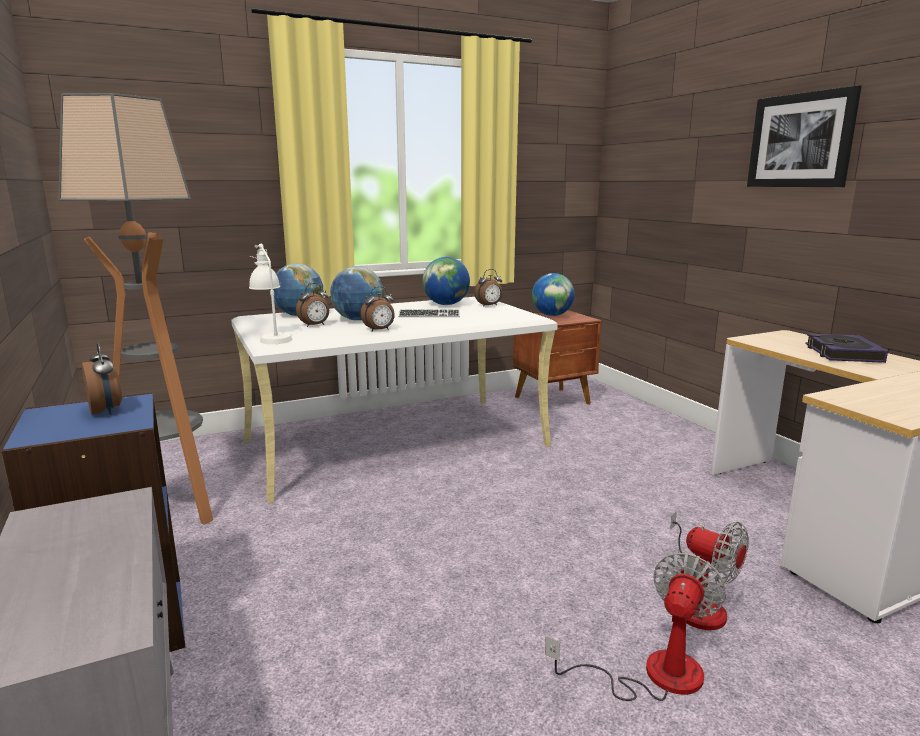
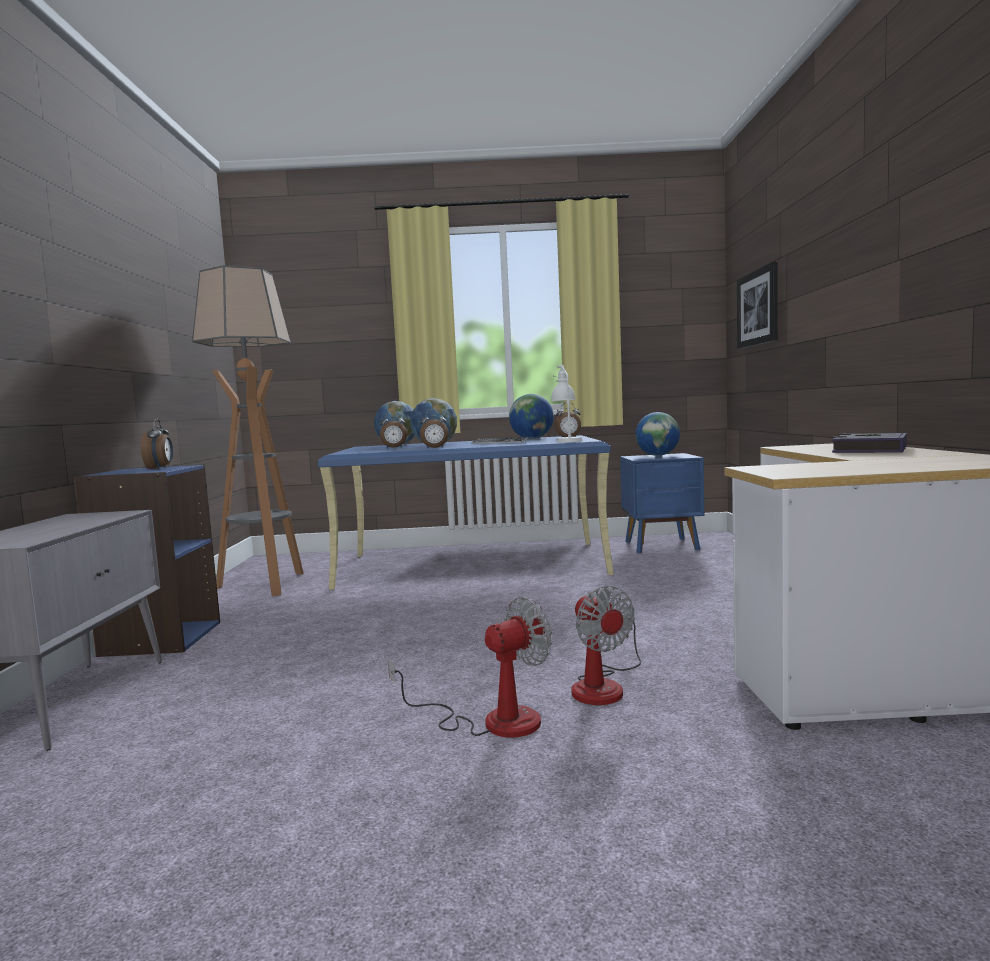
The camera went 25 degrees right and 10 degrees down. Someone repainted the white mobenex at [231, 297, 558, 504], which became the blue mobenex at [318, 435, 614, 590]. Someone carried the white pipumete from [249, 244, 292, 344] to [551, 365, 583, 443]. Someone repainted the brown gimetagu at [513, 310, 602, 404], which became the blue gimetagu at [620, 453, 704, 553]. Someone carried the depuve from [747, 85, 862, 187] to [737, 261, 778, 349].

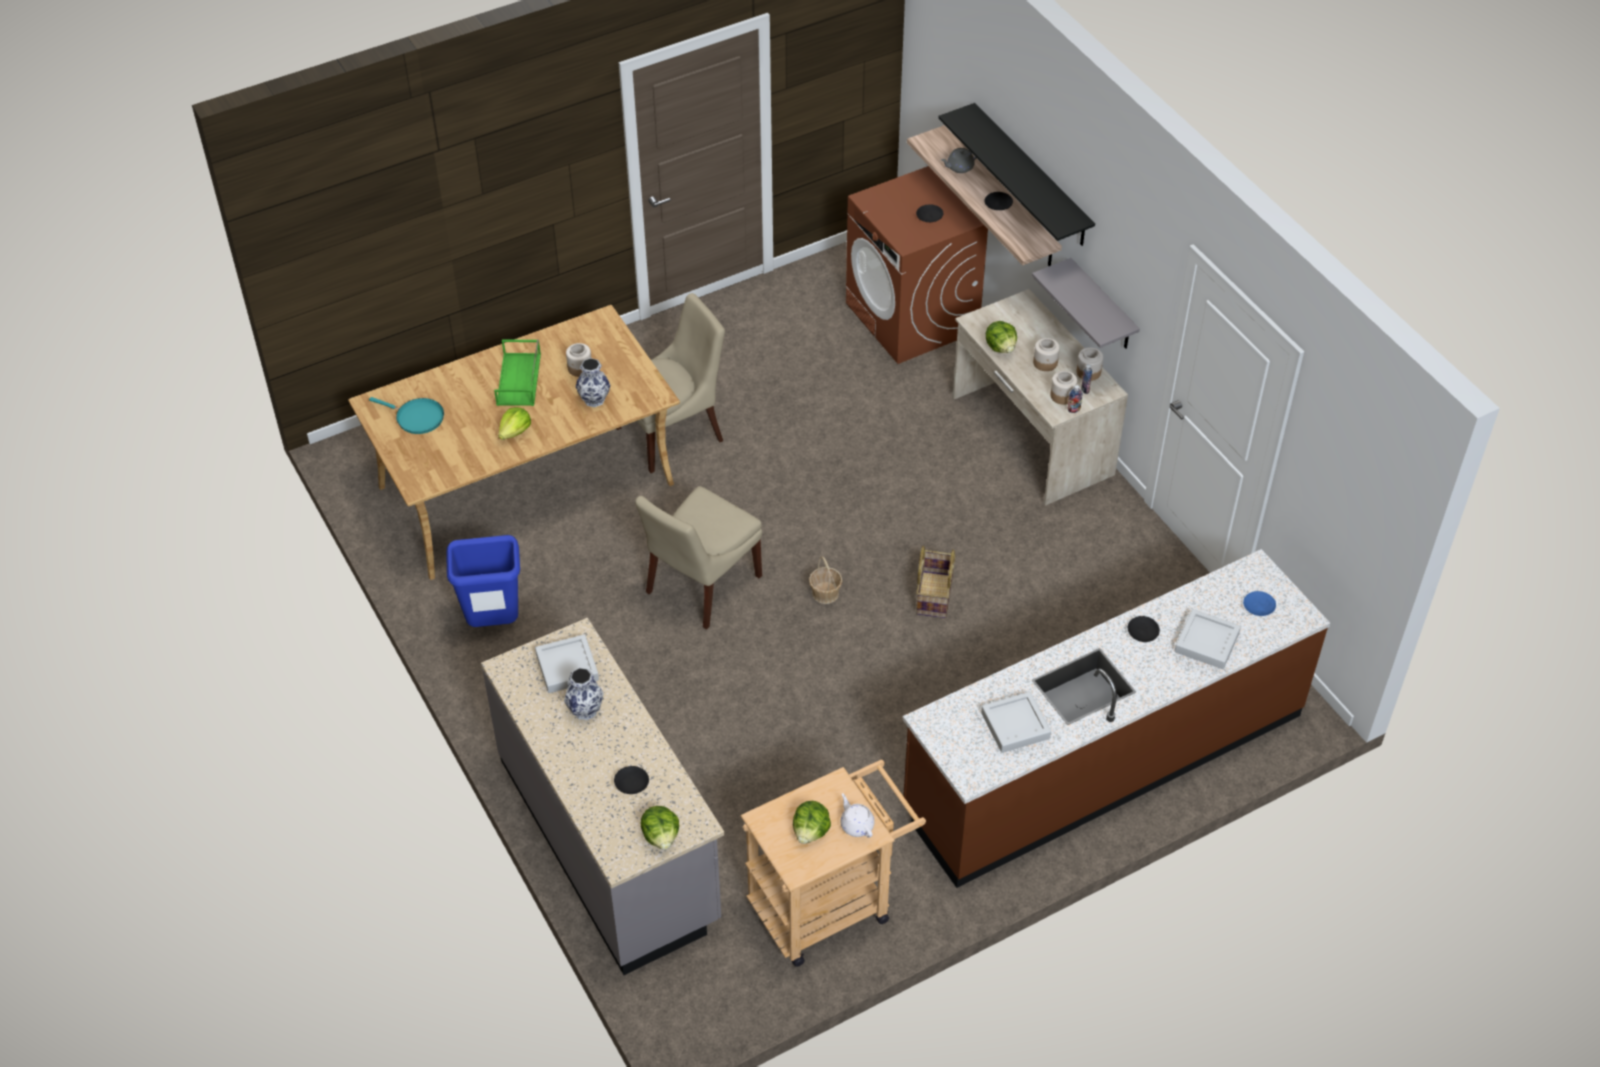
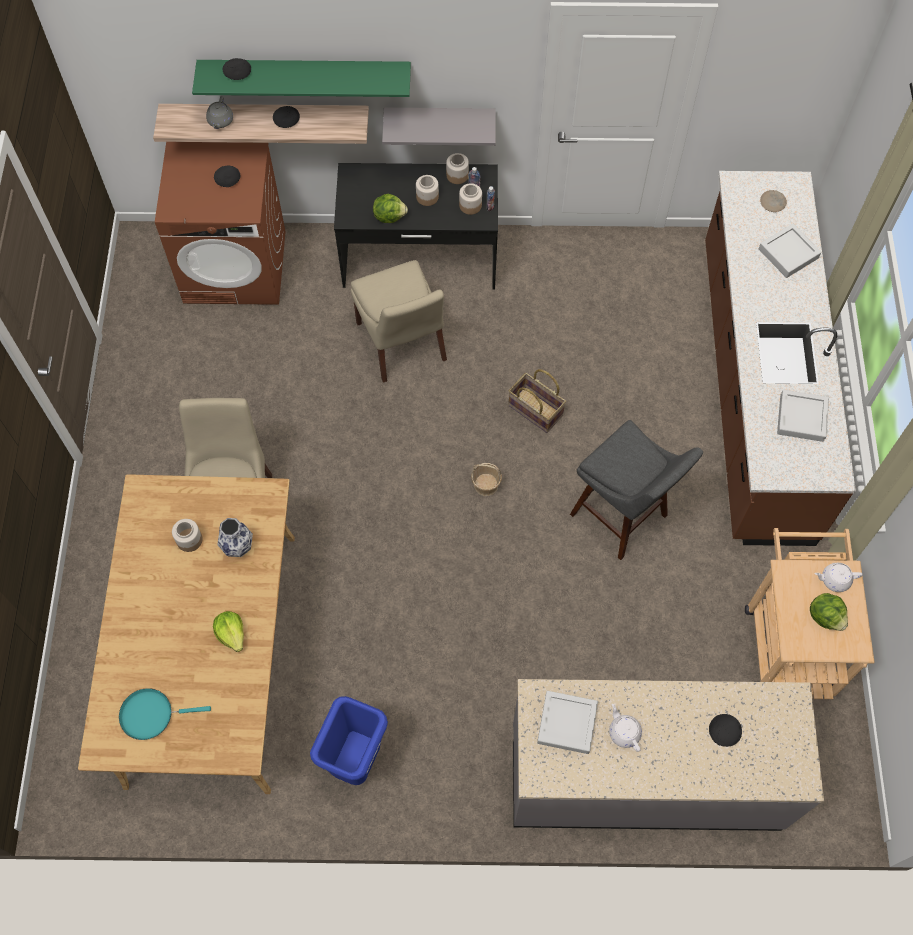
The camera went 60 degrees left and 15 degrees up. Someone rotated the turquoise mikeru at [369, 397, 444, 434] by 150 degrees counterclockwise. Someone repainted the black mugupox at [938, 103, 1095, 246], which became the green mugupox at [192, 60, 411, 97]. Someone carried the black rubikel from [1128, 616, 1160, 642] to [223, 58, 251, 80]. Someone repainted the beige mobenex at [953, 289, 1128, 506], which became the black mobenex at [334, 163, 498, 289]. Someone carried the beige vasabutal from [635, 486, 762, 630] to [351, 260, 447, 383]. Someone put down the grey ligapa at [570, 420, 703, 560]. Someone swapped the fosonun at [564, 668, 604, 720] for the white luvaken at [609, 704, 642, 752]. Someone repainted the blue rubikel at [1243, 591, 1276, 616], which became the beige rubikel at [760, 190, 787, 212]. Someone took away the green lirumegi at [494, 340, 541, 406]. Someone took away the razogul at [640, 806, 679, 850].

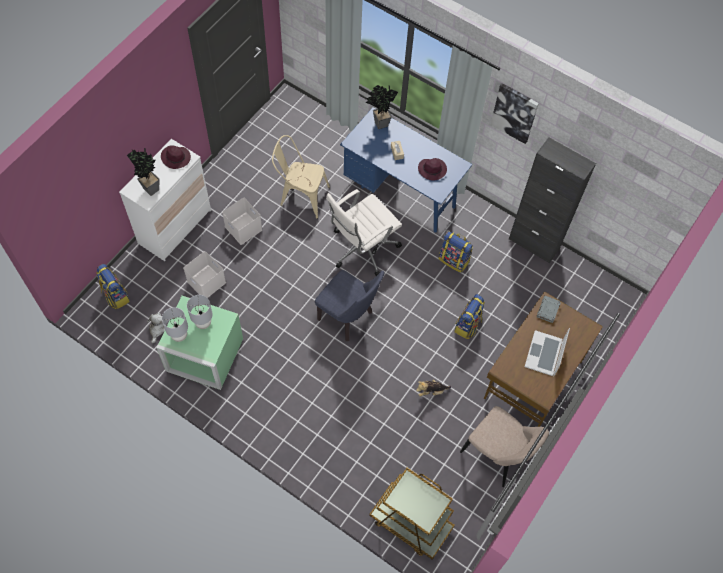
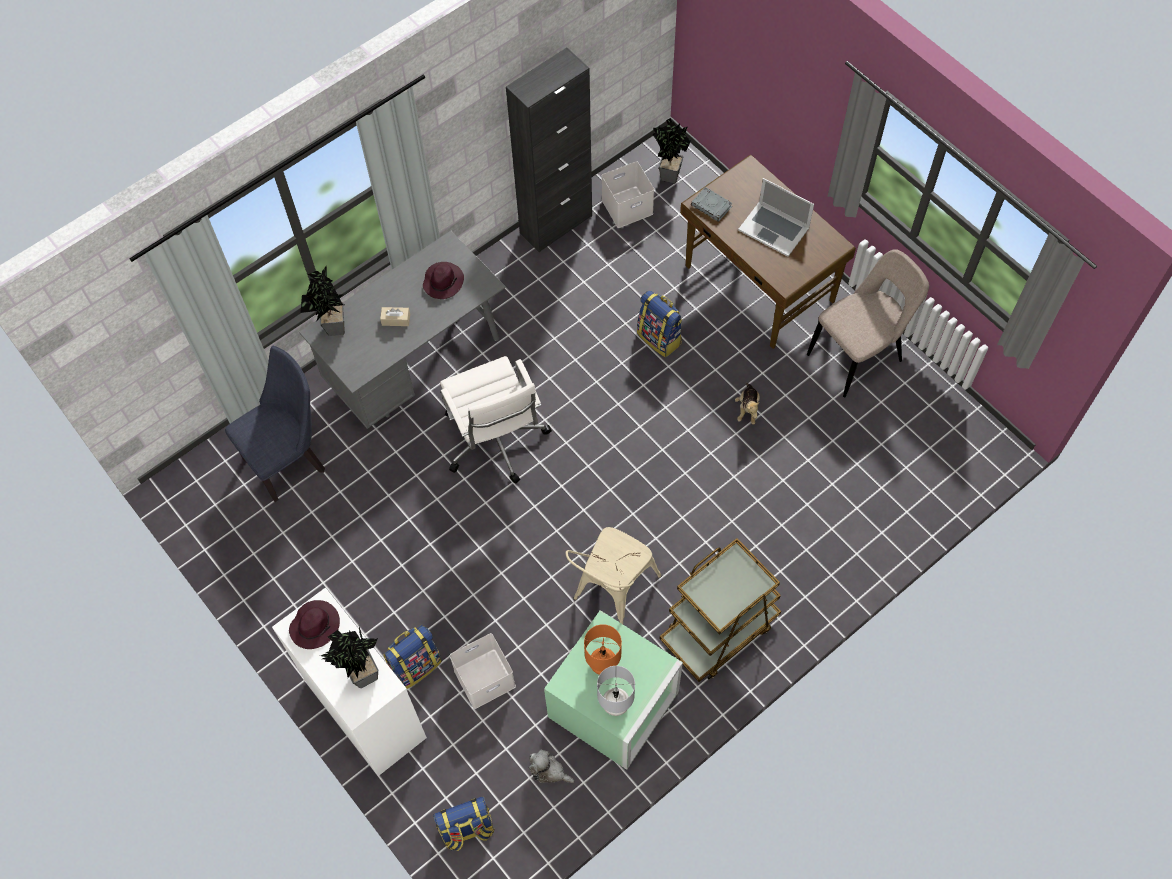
The camera went 70 degrees left and 0 degrees up. Someone carried the blue vasabutal from [315, 270, 384, 341] to [225, 346, 325, 502]. Someone repainted the blue mobenex at [340, 107, 472, 233], which became the grey mobenex at [299, 231, 506, 429]. Someone carried the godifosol from [439, 231, 473, 273] to [384, 625, 442, 689]. Someone carried the beige vasabutal from [272, 135, 330, 219] to [566, 527, 661, 624]. Someone repainted the grey pipumete at [187, 295, 212, 329], which became the orange pipumete at [584, 624, 622, 675]. Someone carried the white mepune from [222, 198, 262, 245] to [602, 161, 654, 228]. Someone put down the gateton at [653, 118, 691, 184]. Someone carried the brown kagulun from [369, 468, 455, 560] to [659, 538, 781, 682]. Someone took away the depuve at [491, 83, 539, 144].

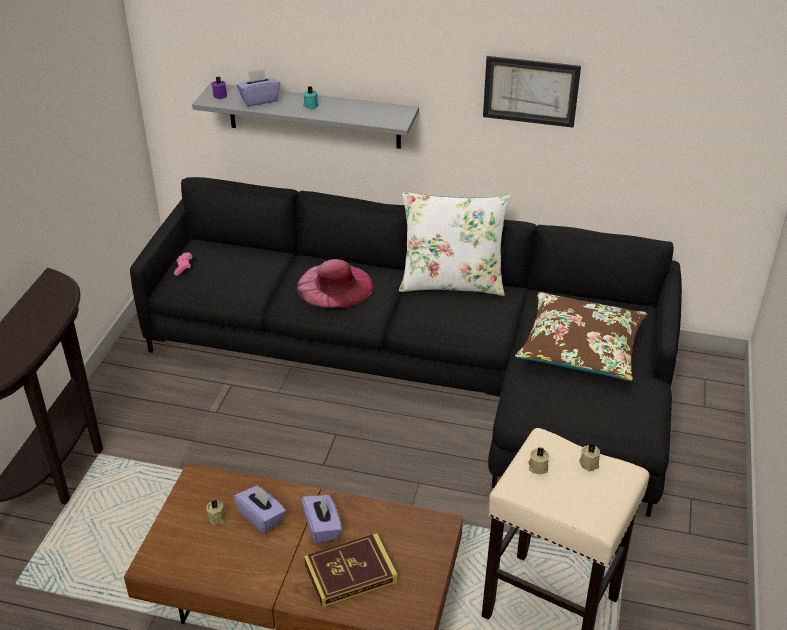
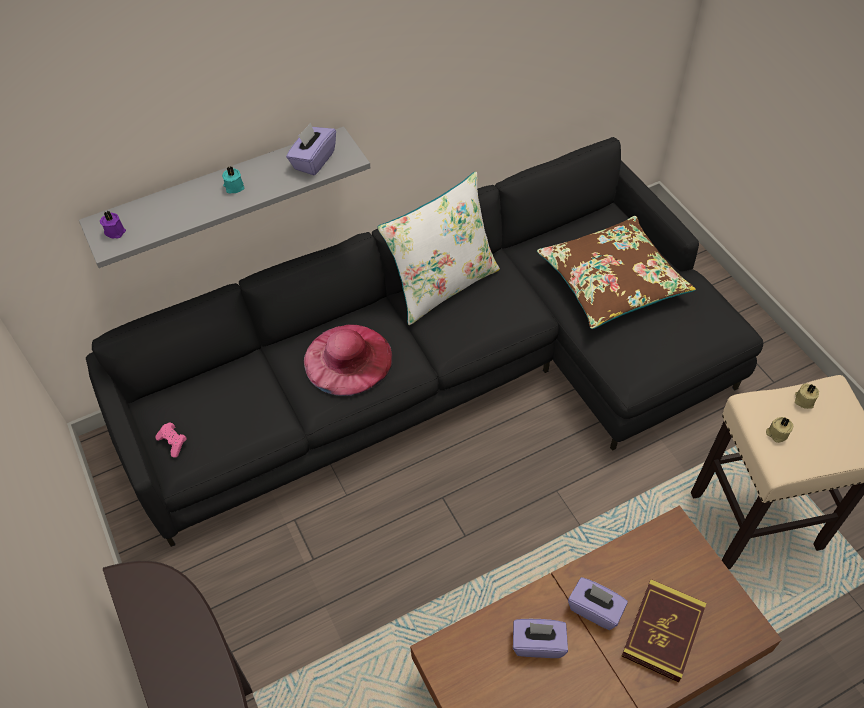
The camera went 40 degrees left and 15 degrees up. Someone carried the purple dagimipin from [237, 69, 280, 106] to [286, 122, 336, 175]. Someone took away the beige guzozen at [206, 500, 225, 525]. Someone took away the depuve at [483, 56, 581, 128].

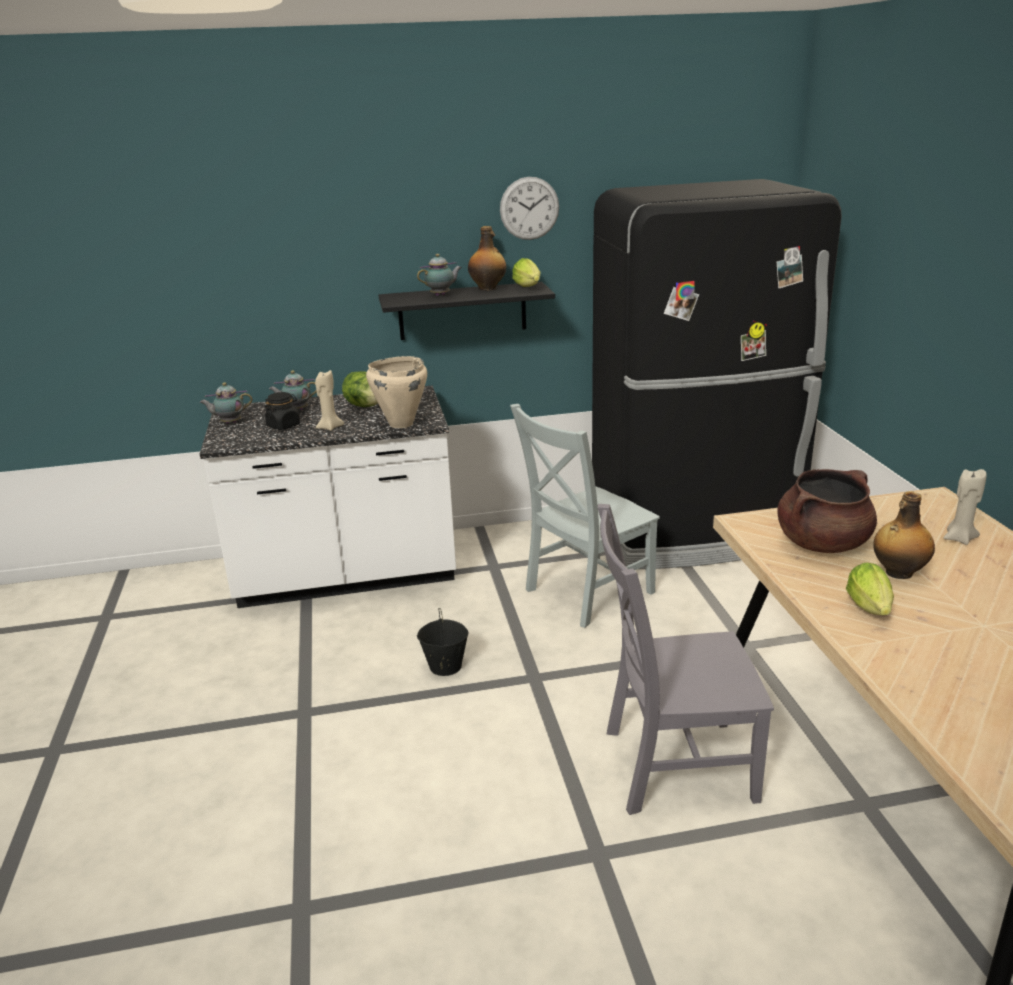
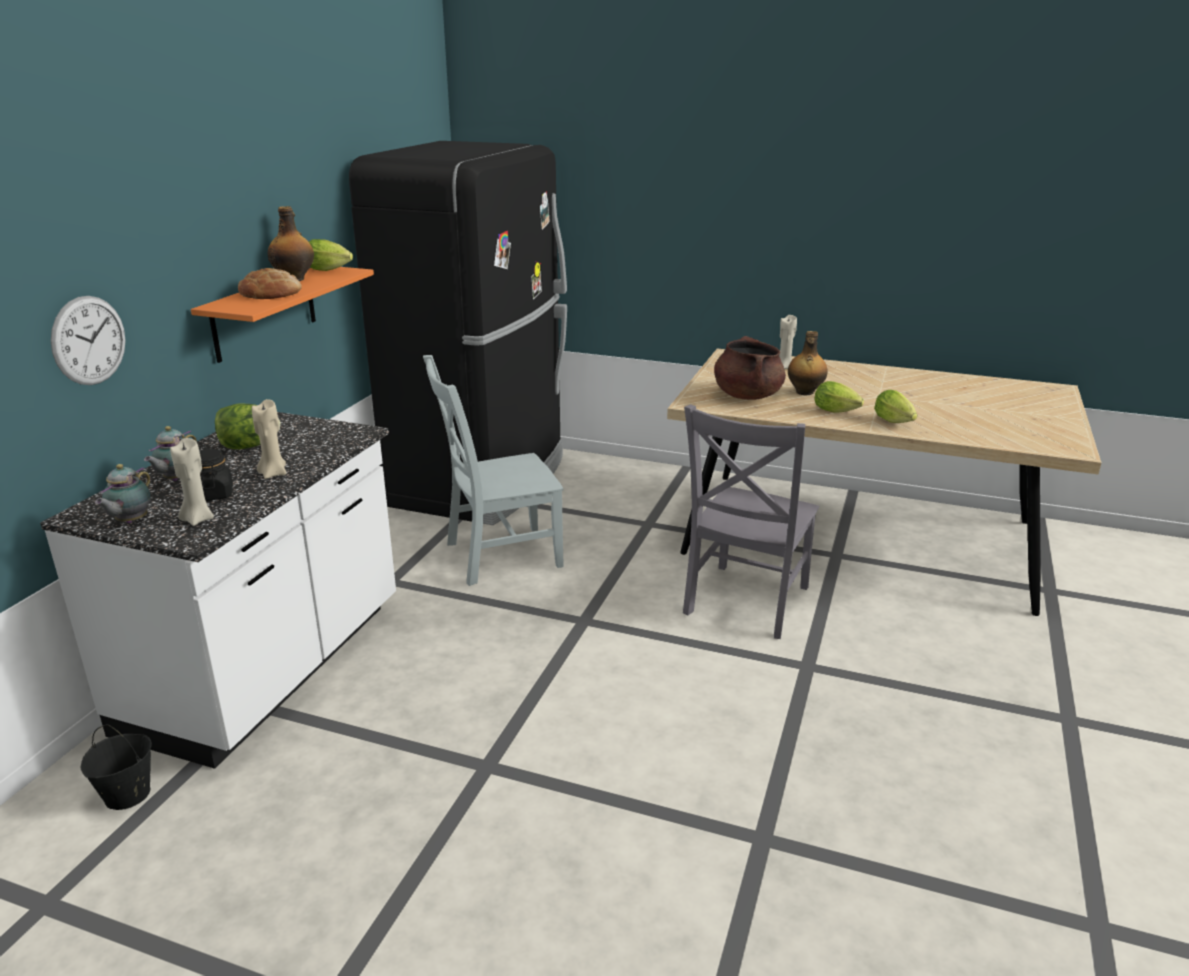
The camera went 60 degrees left and 0 degrees up. Someone carried the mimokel from [500, 177, 559, 240] to [51, 296, 126, 385]. Someone carried the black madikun from [417, 608, 469, 676] to [81, 724, 152, 810]. Someone put down the beige guzozen at [170, 438, 214, 526]. Someone repainted the black mugupox at [379, 282, 555, 340], which became the orange mugupox at [191, 267, 374, 363]. Someone swapped the luvaken at [417, 254, 462, 296] for the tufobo at [238, 268, 302, 299]. Someone rotated the grey vasabutal at [510, 404, 660, 628] by 75 degrees clockwise. Someone put down the razogul at [874, 390, 917, 423]. Someone took away the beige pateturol at [366, 356, 427, 428].

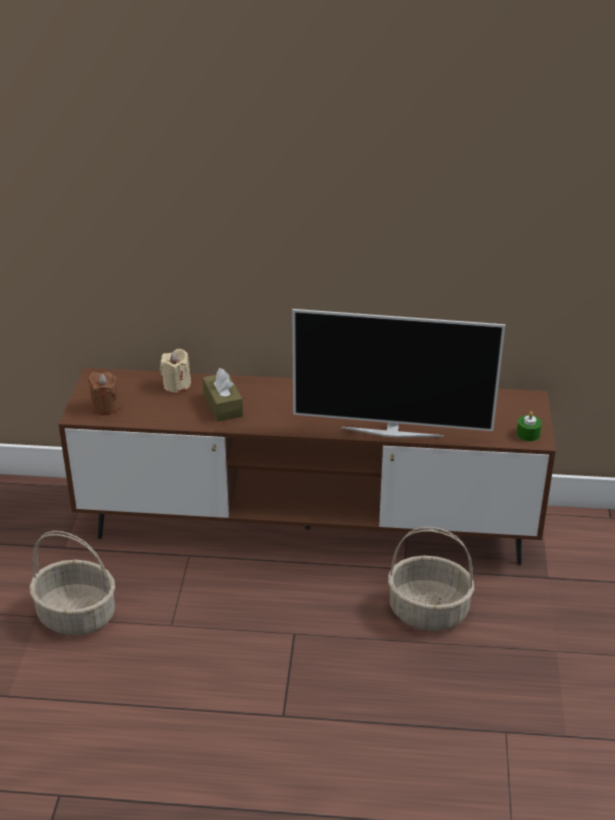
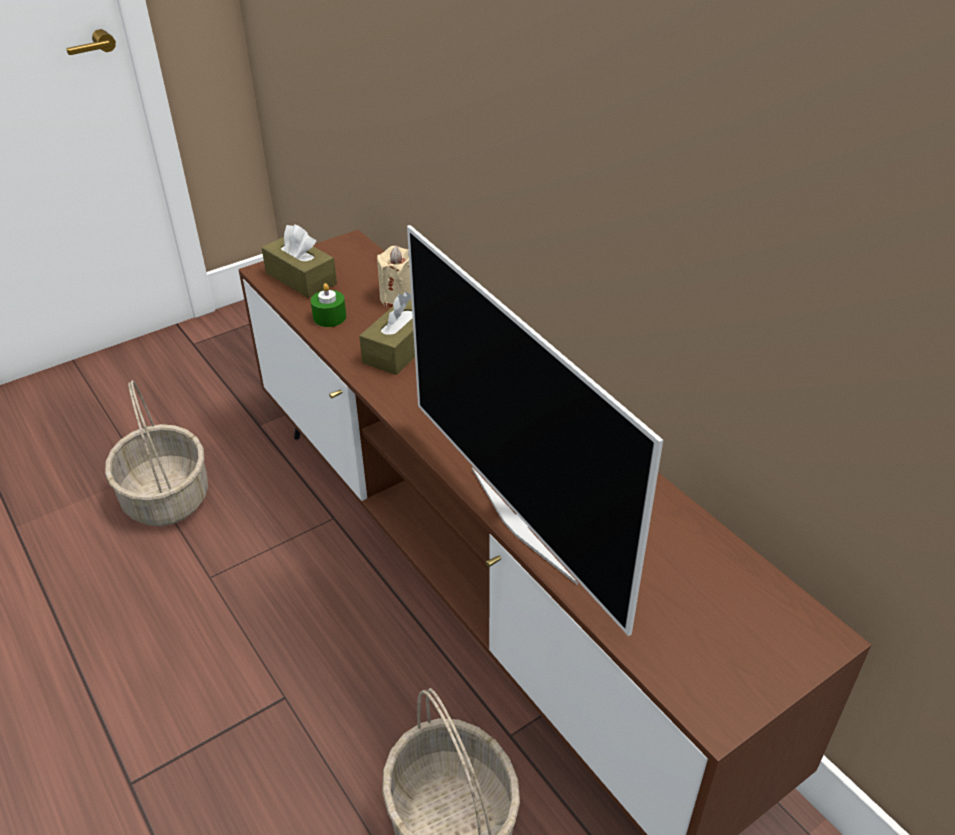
The camera went 50 degrees right and 5 degrees up. Someone swapped the brown guzozen at [88, 372, 120, 415] for the brown dagimipin at [262, 224, 337, 298]. Someone carried the green guzozen from [516, 411, 542, 442] to [311, 283, 346, 327].

